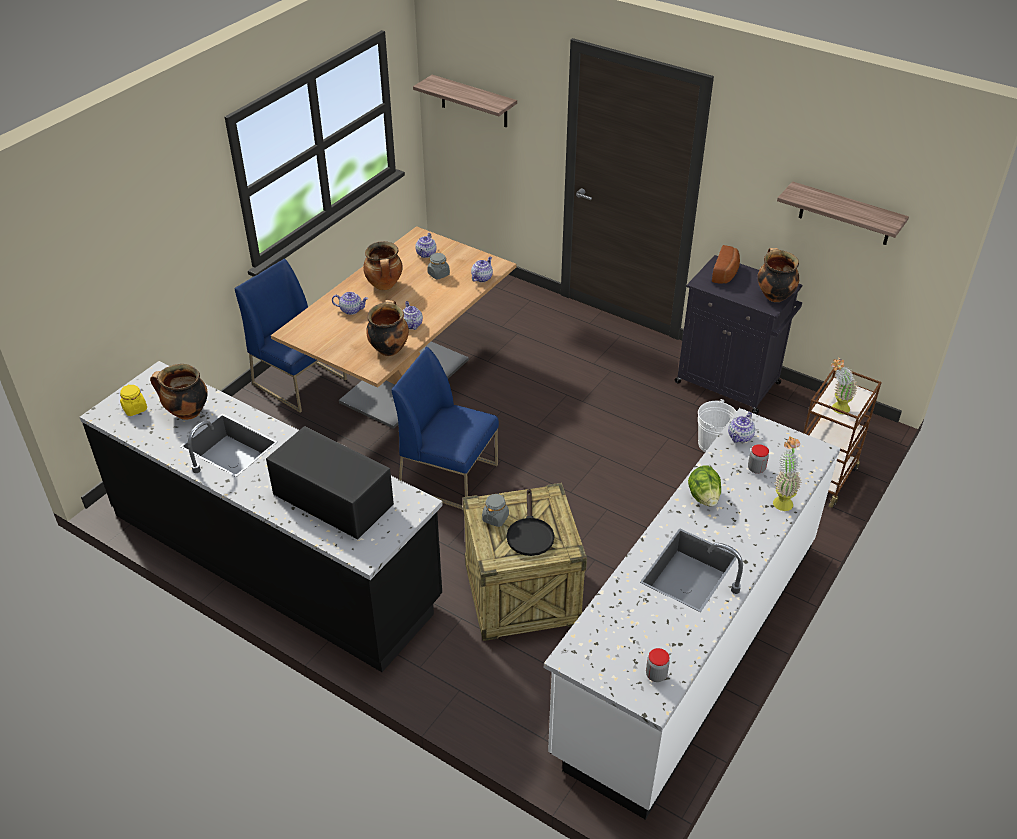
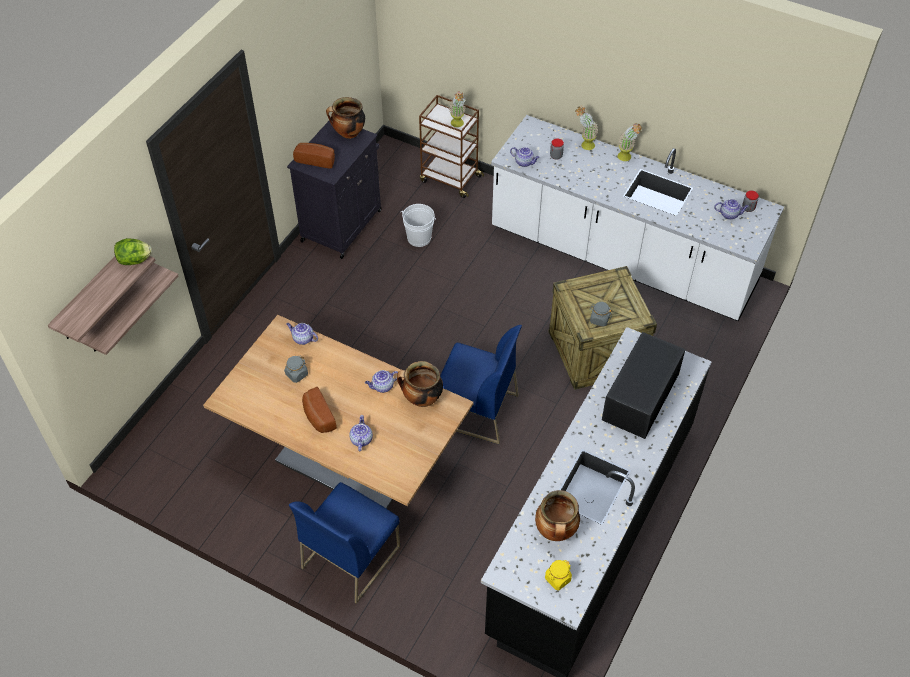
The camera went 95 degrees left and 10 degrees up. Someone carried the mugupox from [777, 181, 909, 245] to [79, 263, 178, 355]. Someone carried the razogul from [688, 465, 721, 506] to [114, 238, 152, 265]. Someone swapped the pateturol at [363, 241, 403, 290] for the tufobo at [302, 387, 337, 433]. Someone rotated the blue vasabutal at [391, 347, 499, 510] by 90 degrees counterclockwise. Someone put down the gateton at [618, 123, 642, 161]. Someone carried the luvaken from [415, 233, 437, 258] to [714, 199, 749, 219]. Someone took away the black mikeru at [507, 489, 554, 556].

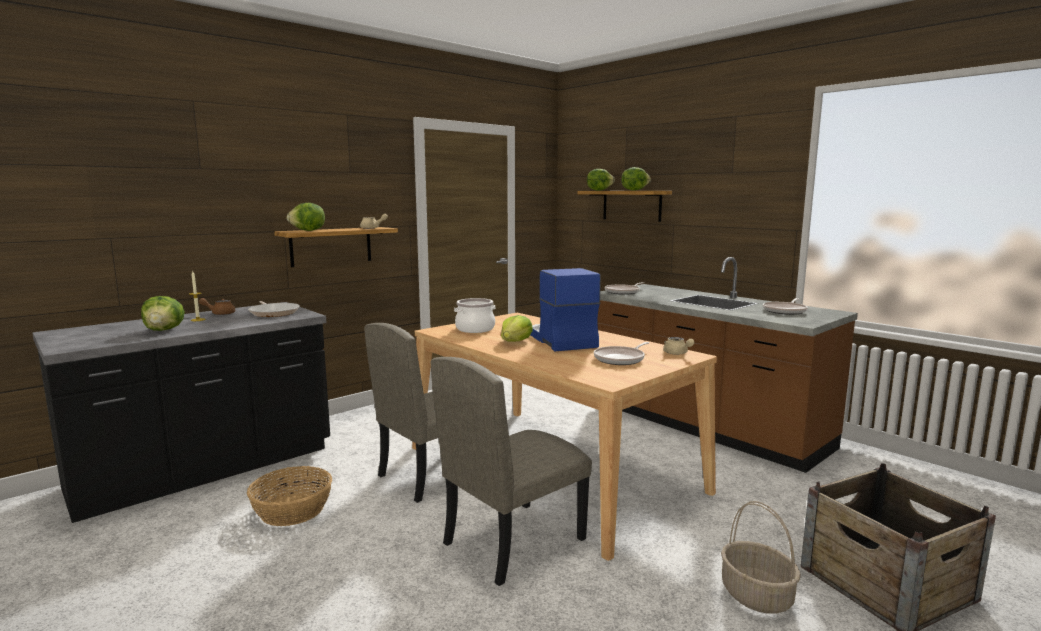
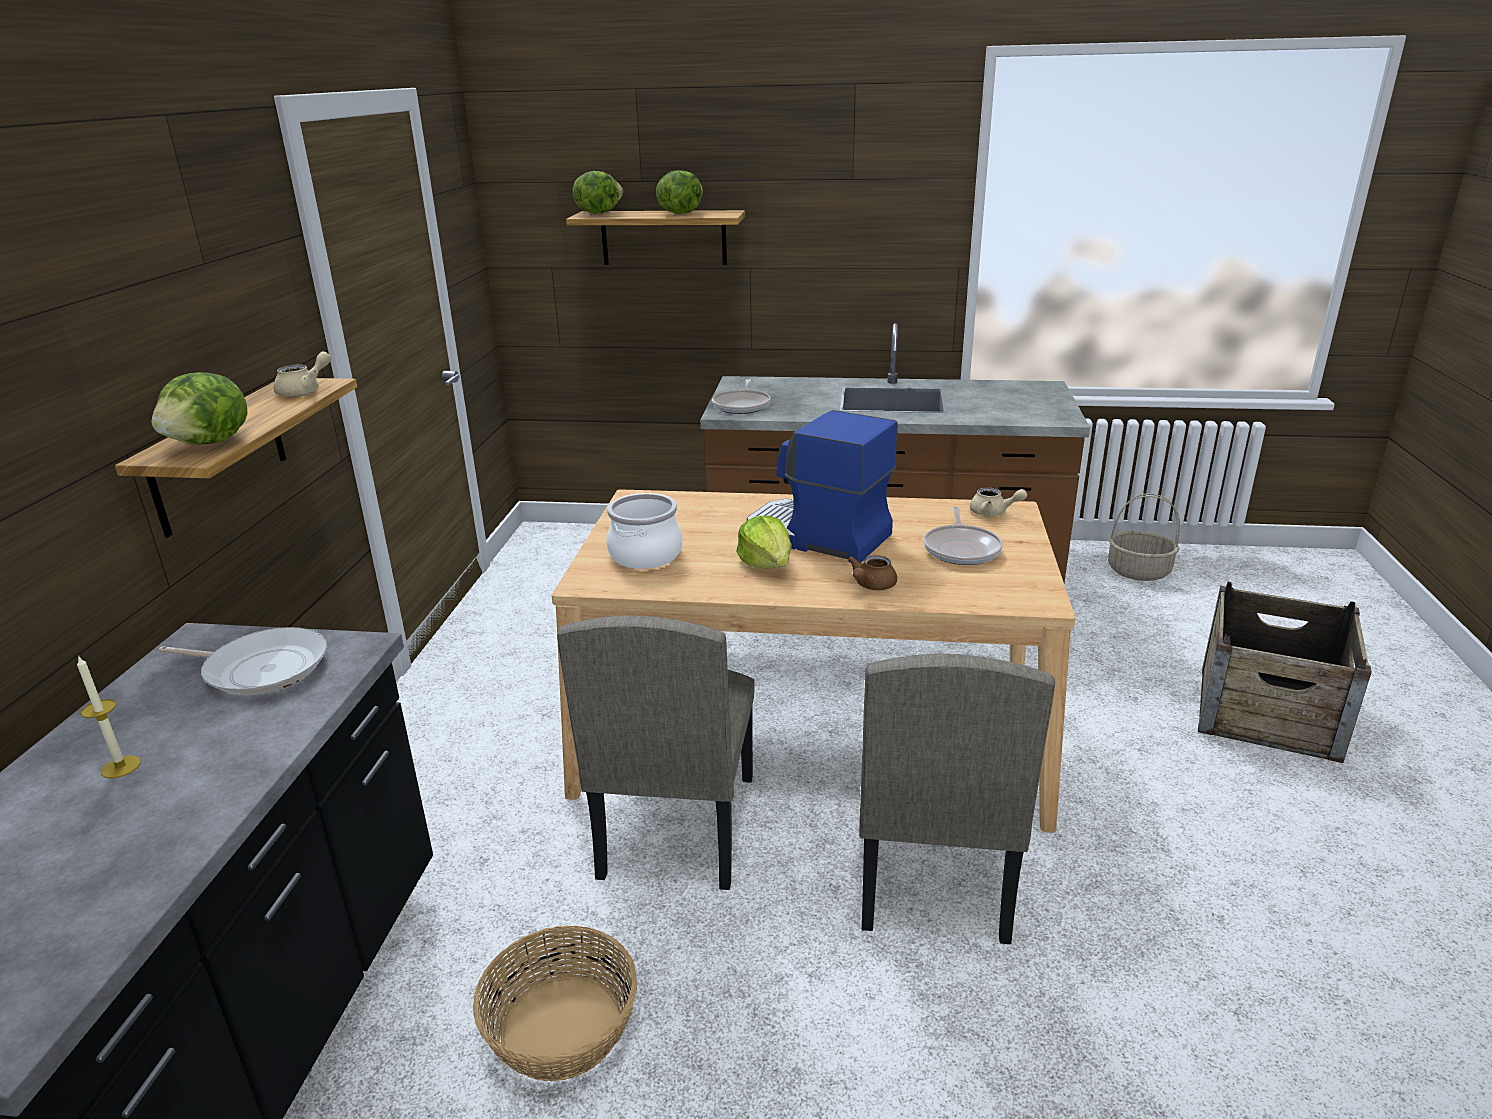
The camera went 40 degrees left and 15 degrees up. Someone carried the brown luvaken from [199, 298, 235, 315] to [848, 555, 897, 590]. Someone carried the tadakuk from [721, 501, 801, 614] to [1108, 493, 1180, 581]. Someone took away the razogul at [141, 296, 185, 331]. Someone took away the mikeru at [763, 298, 808, 315].

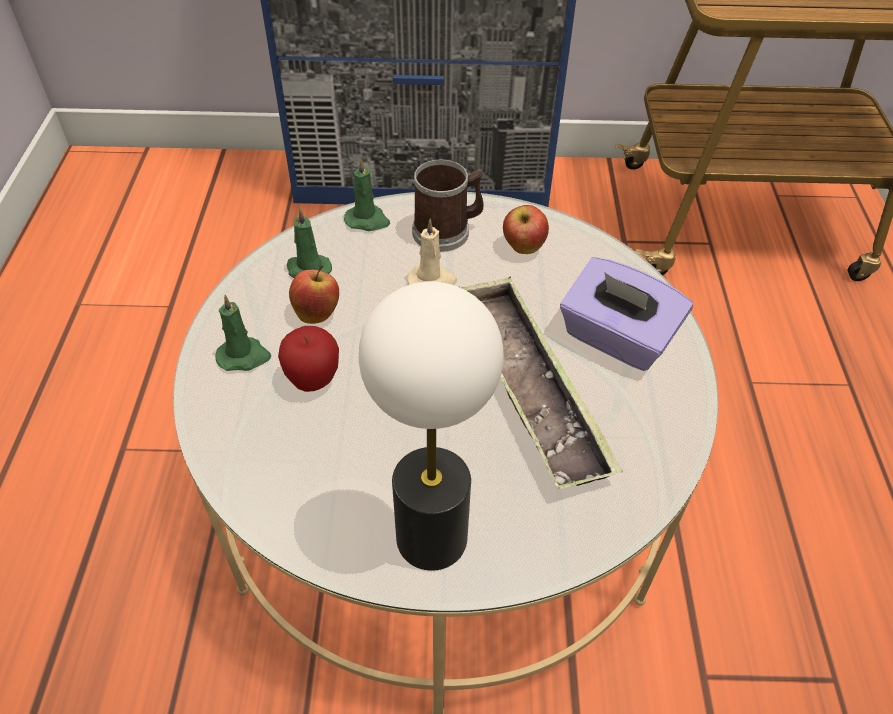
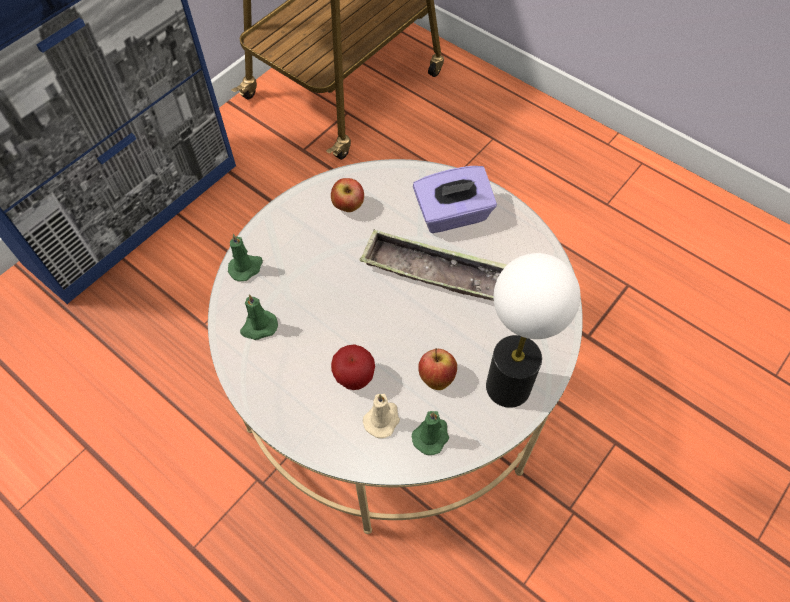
The camera went 50 degrees left and 10 degrees up. Someone carried the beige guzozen from [408, 219, 457, 285] to [363, 394, 400, 438]. Someone carried the green guzozen from [216, 295, 271, 371] to [412, 411, 449, 455]. Someone carried the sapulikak from [289, 265, 339, 324] to [418, 348, 457, 390]. Someone took away the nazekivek at [412, 160, 484, 252].

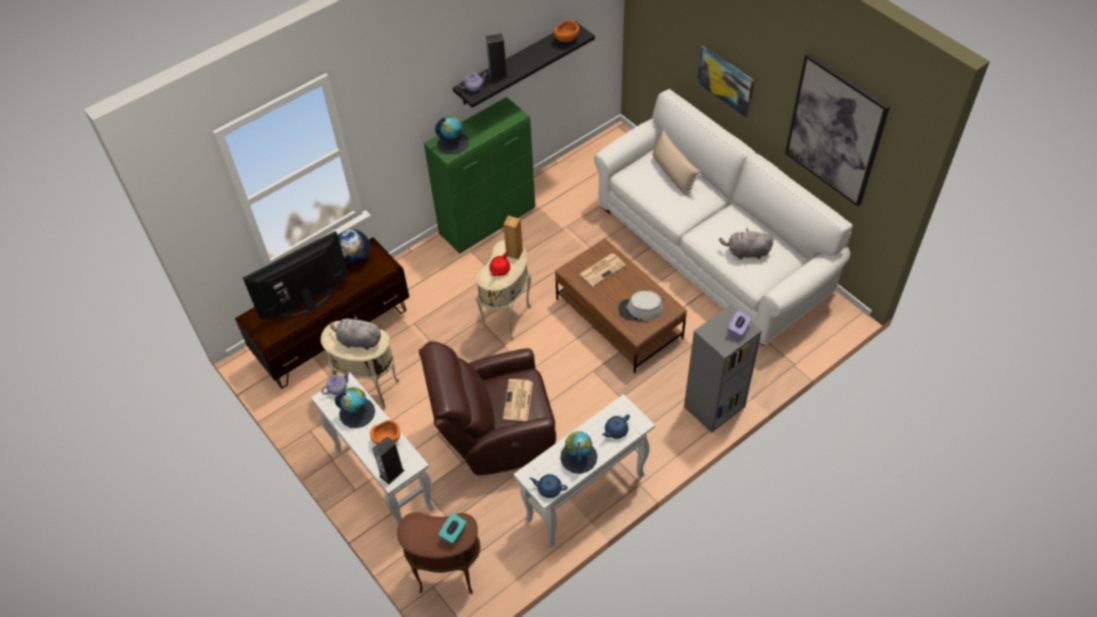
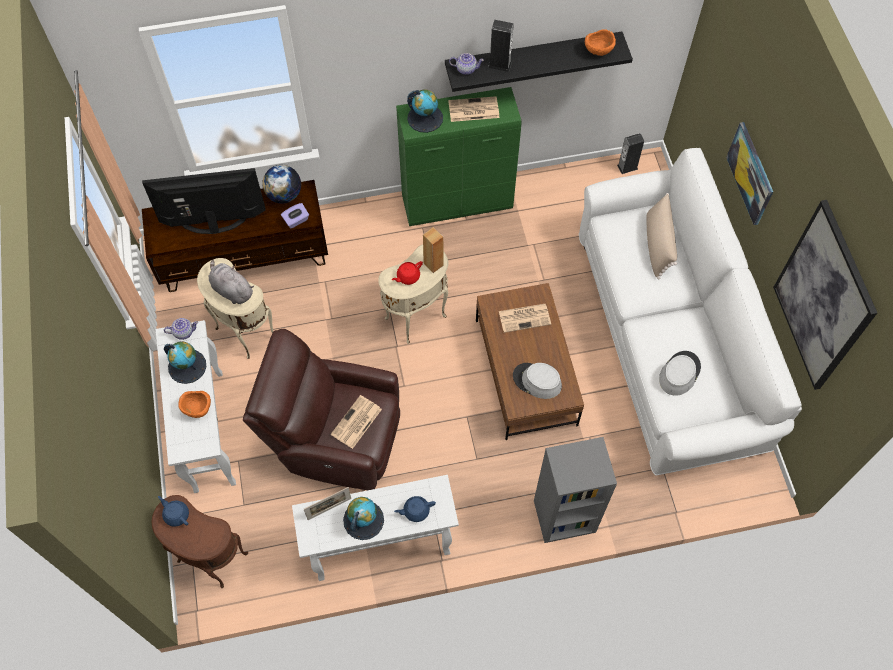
The camera went 25 degrees right and 10 degrees up. Someone carried the blue luvaken from [529, 474, 567, 498] to [158, 496, 189, 527]. Someone carried the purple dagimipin from [728, 310, 751, 339] to [281, 203, 309, 228]. Someone put down the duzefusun at [304, 487, 351, 520]. Someone put down the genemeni at [448, 96, 499, 122]. Someone carried the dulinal from [372, 436, 405, 484] to [617, 133, 644, 174]. Someone swapped the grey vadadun at [719, 228, 773, 260] for the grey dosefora at [659, 351, 701, 396]. Someone took away the turquoise dagimipin at [438, 513, 466, 545].

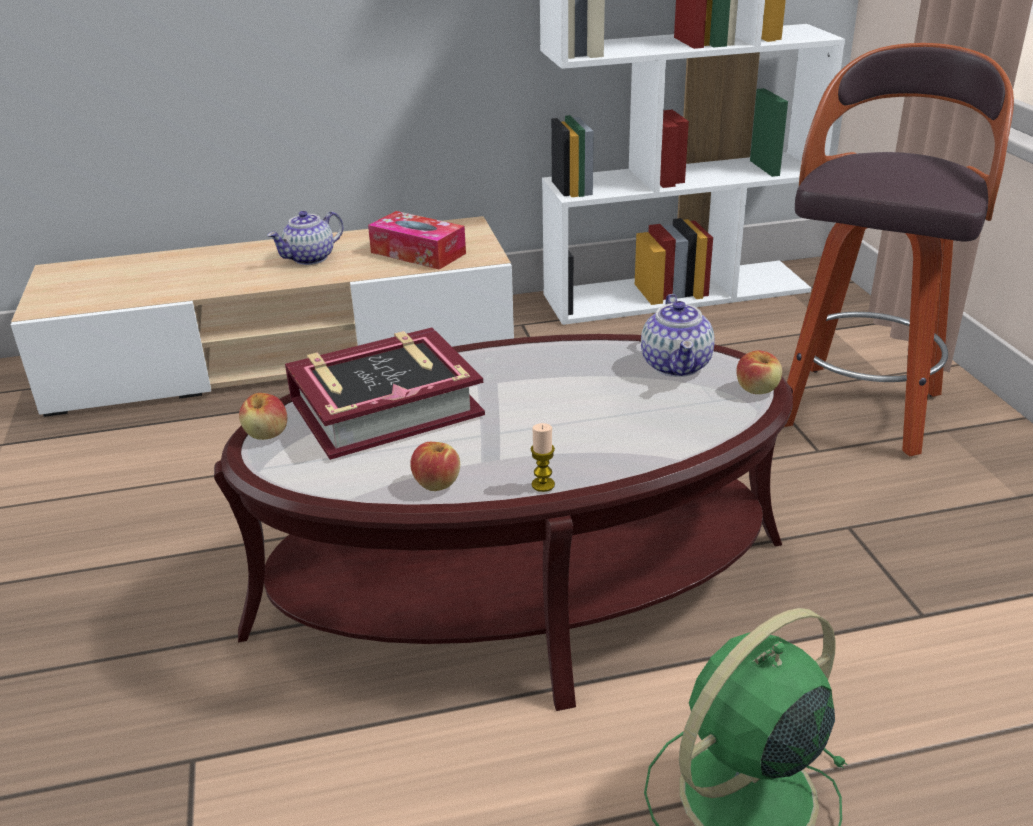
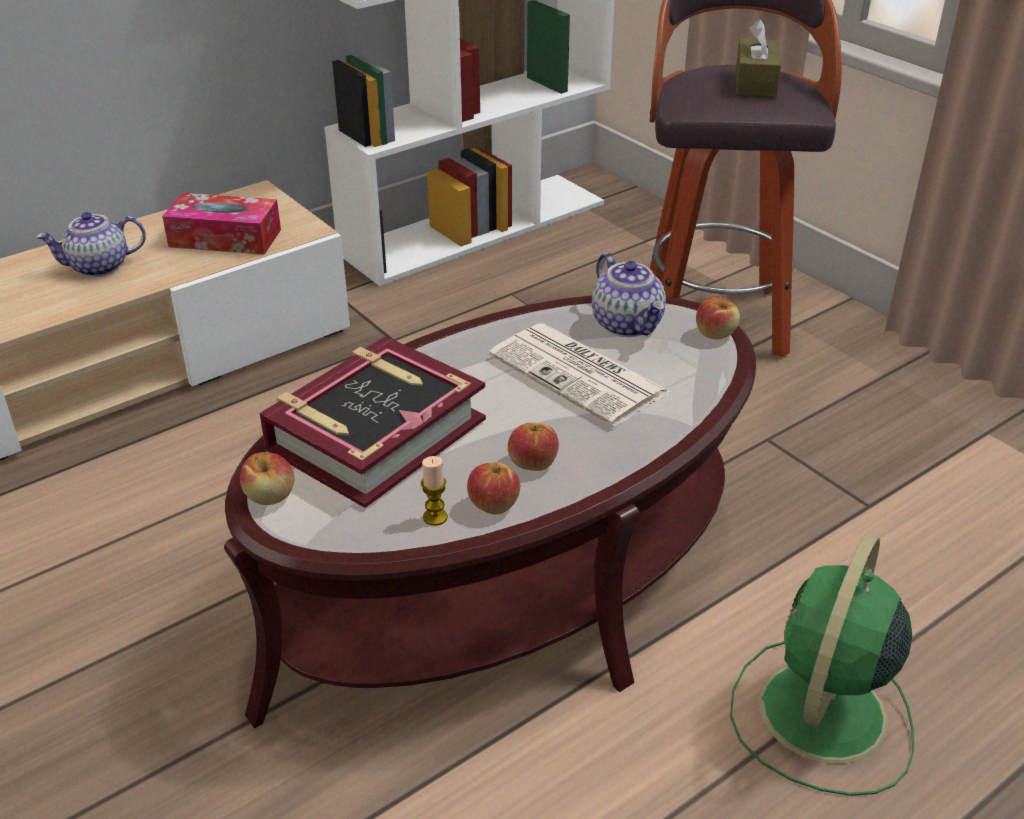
The camera went 25 degrees left and 5 degrees up. Someone rotated the luvaken at [267, 211, 343, 265] by 45 degrees clockwise. Someone carried the guzozen from [531, 423, 555, 492] to [421, 456, 448, 526]. Someone put down the genemeni at [489, 323, 670, 426]. Someone put down the sapulikak at [508, 422, 559, 471]. Someone put down the brown dagimipin at [736, 19, 781, 97].

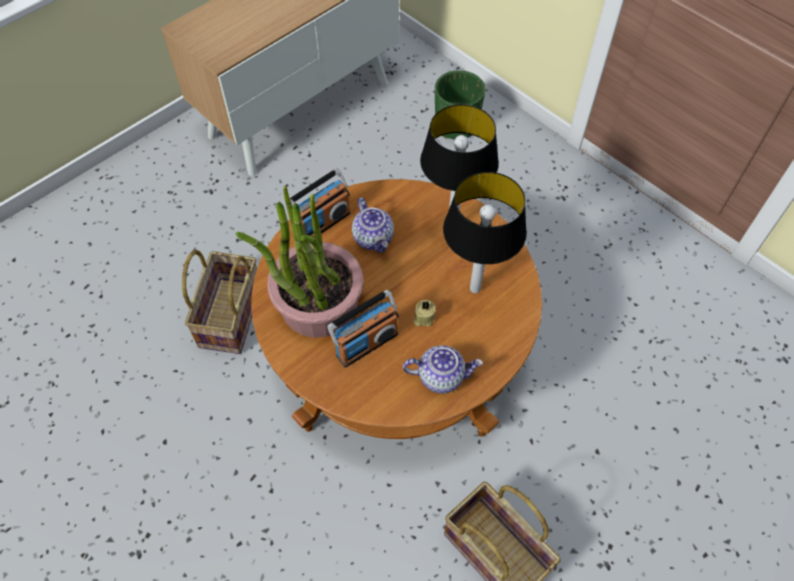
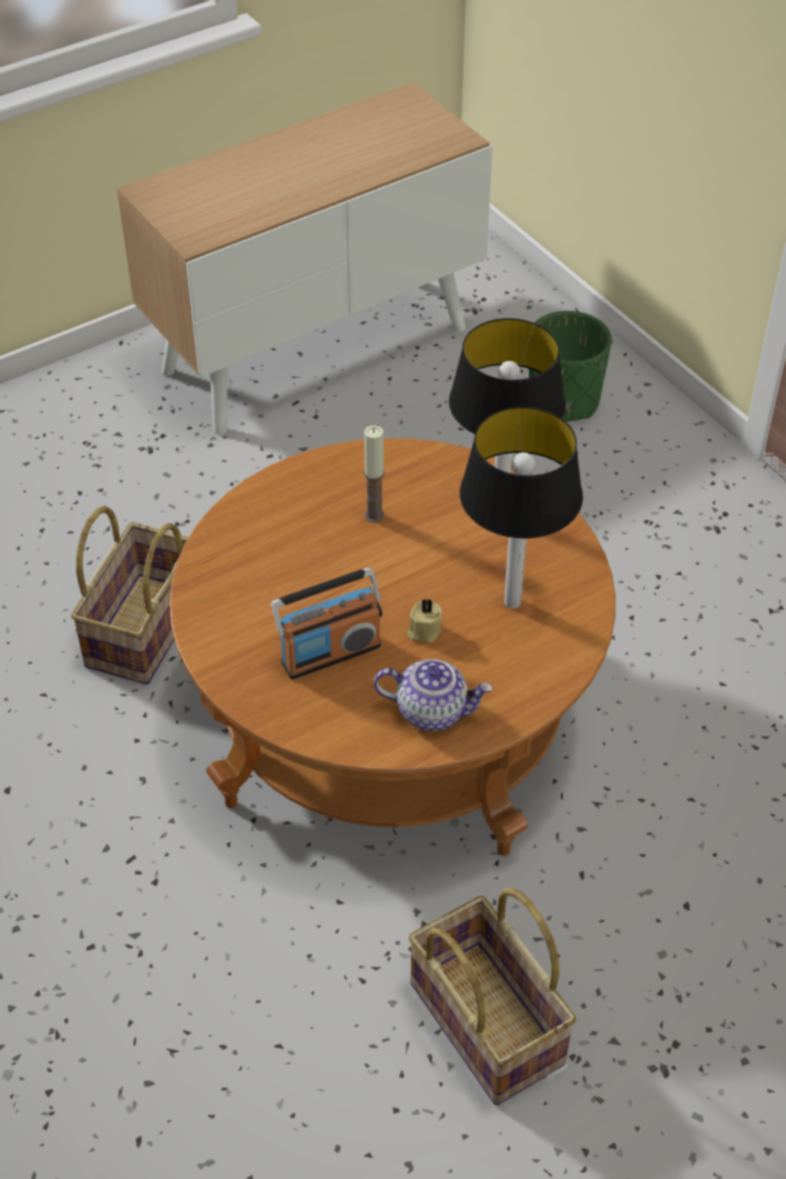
The camera went 10 degrees right and 10 degrees down. Someone swapped the luvaken at [352, 197, 394, 253] for the guzozen at [364, 425, 385, 523]. Someone took away the gateton at [236, 186, 363, 338]. Someone took away the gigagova at [290, 168, 350, 237].

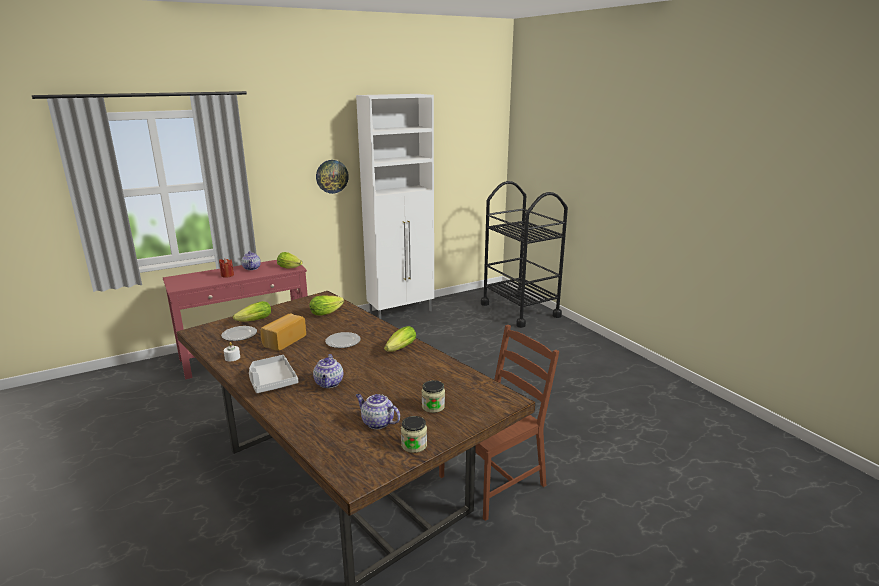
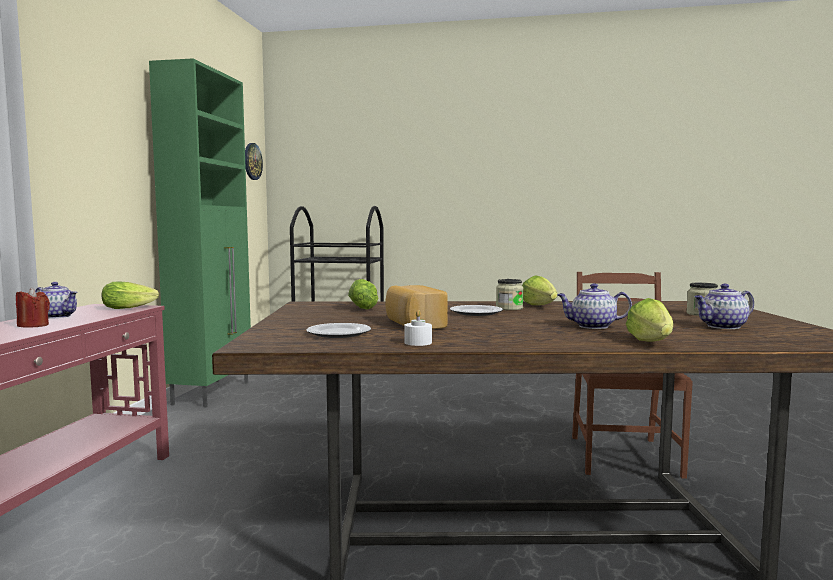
The camera went 50 degrees left and 15 degrees down. Someone repainted the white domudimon at [356, 94, 434, 319], which became the green domudimon at [149, 58, 251, 407]. Someone carried the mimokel from [316, 160, 349, 194] to [245, 143, 263, 180]. Someone carried the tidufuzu from [401, 416, 427, 453] to [496, 279, 524, 310]. Someone rotated the luvaken at [313, 354, 343, 388] by 150 degrees clockwise. Someone carried the razogul from [233, 301, 271, 321] to [626, 298, 673, 342]. Someone took away the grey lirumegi at [249, 355, 298, 393].

